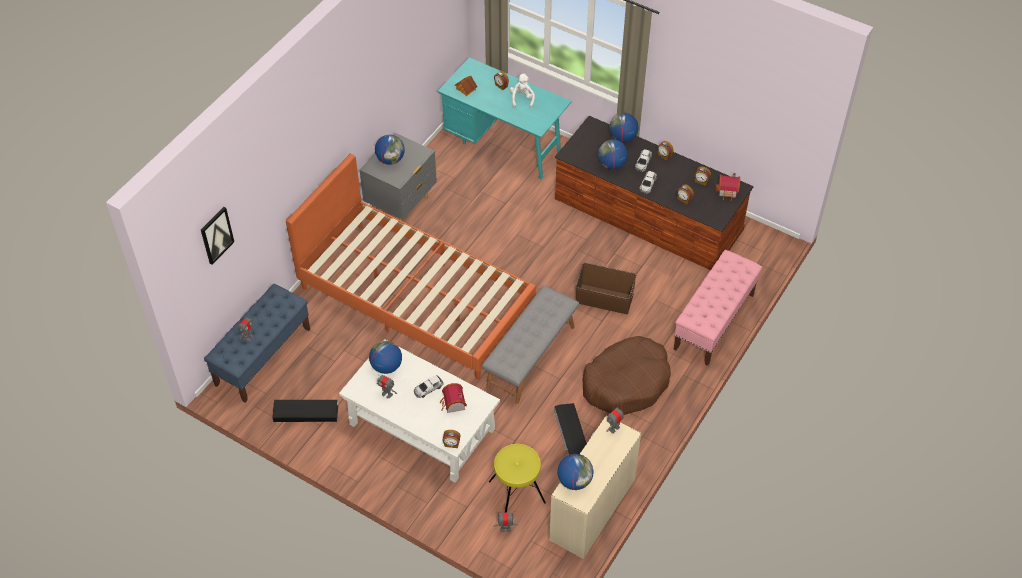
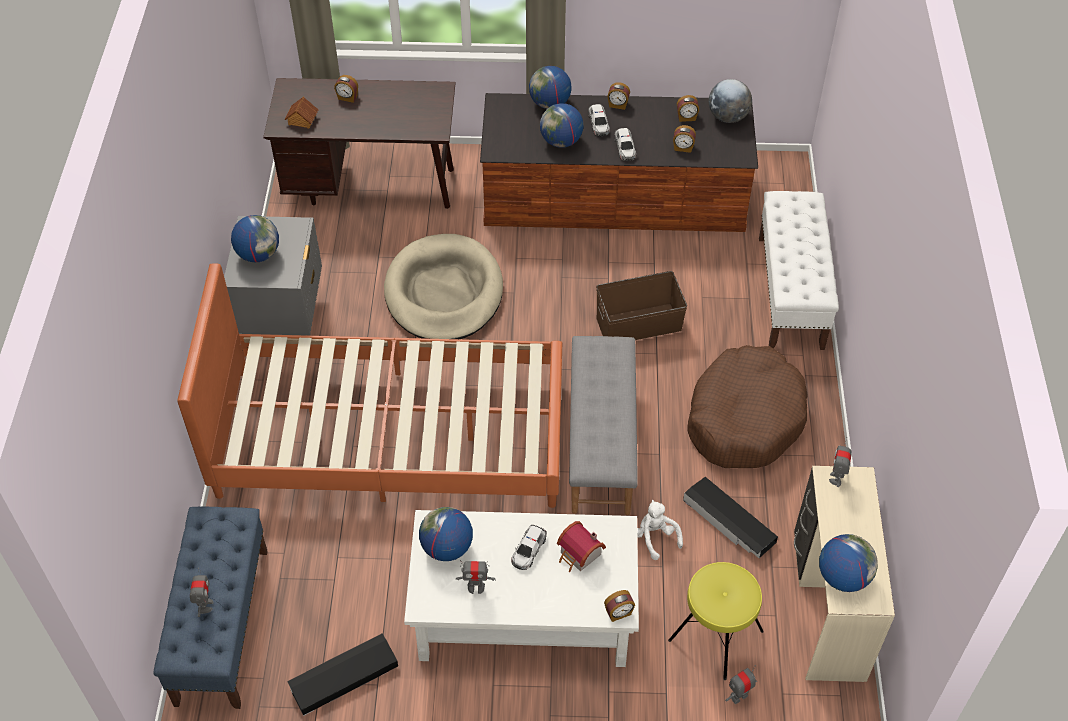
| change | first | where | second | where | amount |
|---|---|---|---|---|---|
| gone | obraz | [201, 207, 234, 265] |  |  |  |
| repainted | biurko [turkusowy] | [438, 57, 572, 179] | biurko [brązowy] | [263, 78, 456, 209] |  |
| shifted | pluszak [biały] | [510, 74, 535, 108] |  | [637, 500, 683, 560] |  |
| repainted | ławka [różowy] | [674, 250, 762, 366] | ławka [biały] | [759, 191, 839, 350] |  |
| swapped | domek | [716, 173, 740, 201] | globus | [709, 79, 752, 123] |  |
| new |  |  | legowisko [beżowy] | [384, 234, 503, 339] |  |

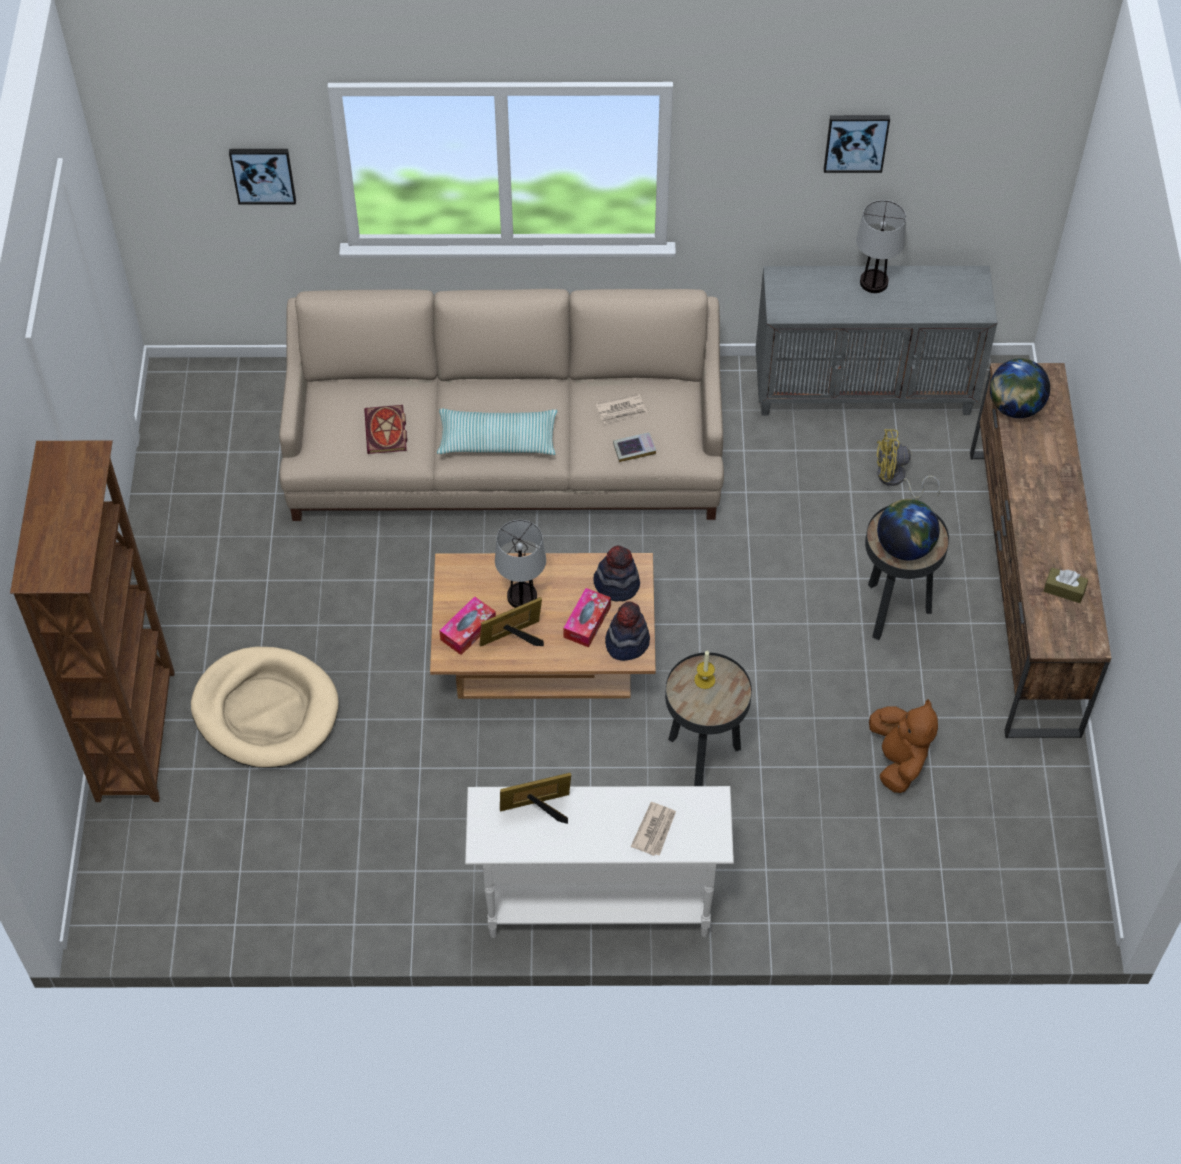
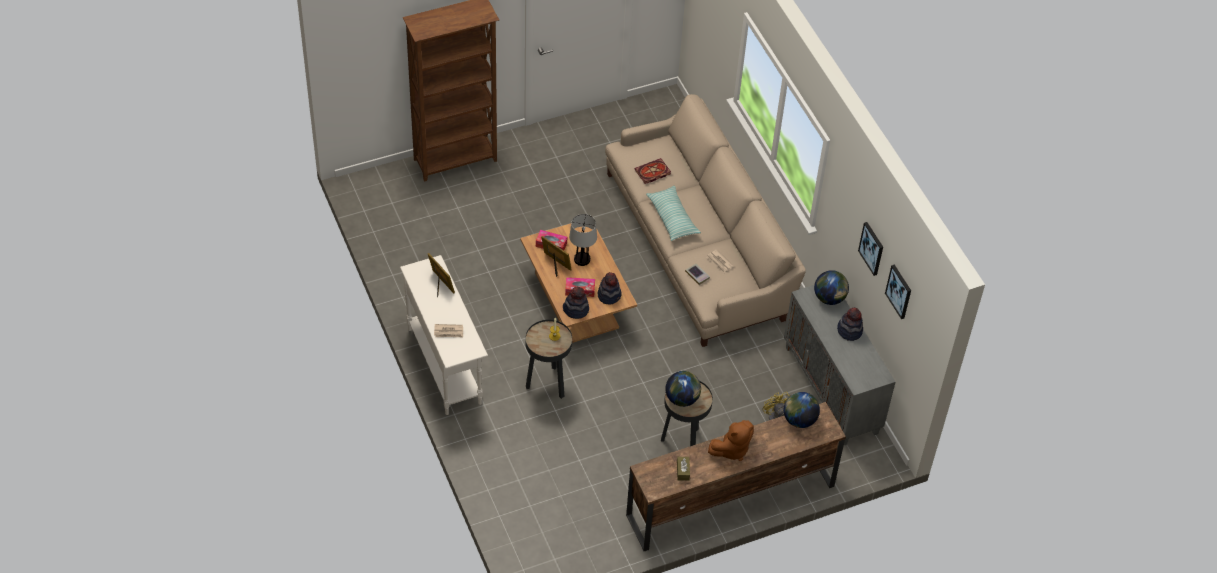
| change | first | where | second | where | amount |
|---|---|---|---|---|---|
| gone | legowisko [beżowy] | [191, 647, 339, 768] |  |  |  |
| shifted | obraz | [229, 149, 296, 205] |  | [885, 265, 911, 319] |  |
| swapped | lampa stołowa | [856, 200, 906, 293] | kapelusz | [837, 308, 863, 341] |  |
| shifted | pluszak [brązowy] | [869, 699, 938, 793] |  | [708, 420, 754, 461] |  |
| new |  |  | globus | [814, 270, 849, 305] |  |

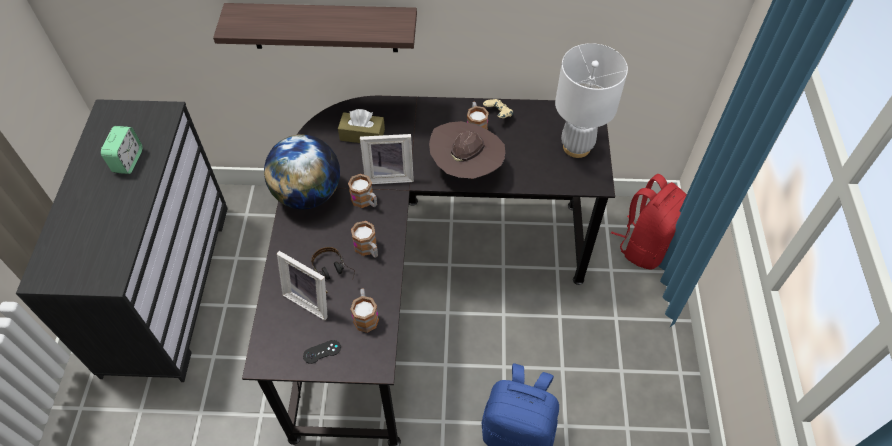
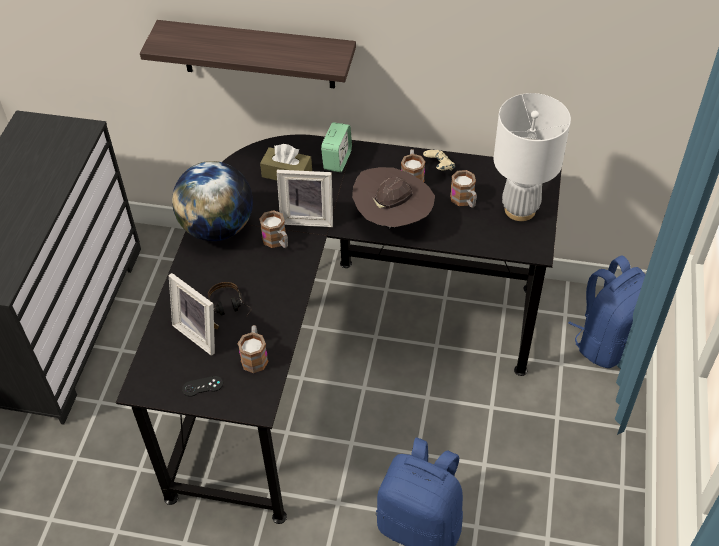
| change | first | where | second | where | amount |
|---|---|---|---|---|---|
| shifted | budzik | [101, 126, 142, 174] |  | [321, 122, 352, 172] |  |
| shifted | kubek | [351, 221, 378, 258] |  | [450, 170, 477, 208] |  |
| repainted | plecak [czerwony] | [611, 174, 687, 269] | plecak [niebieski] | [568, 256, 646, 368] |  |

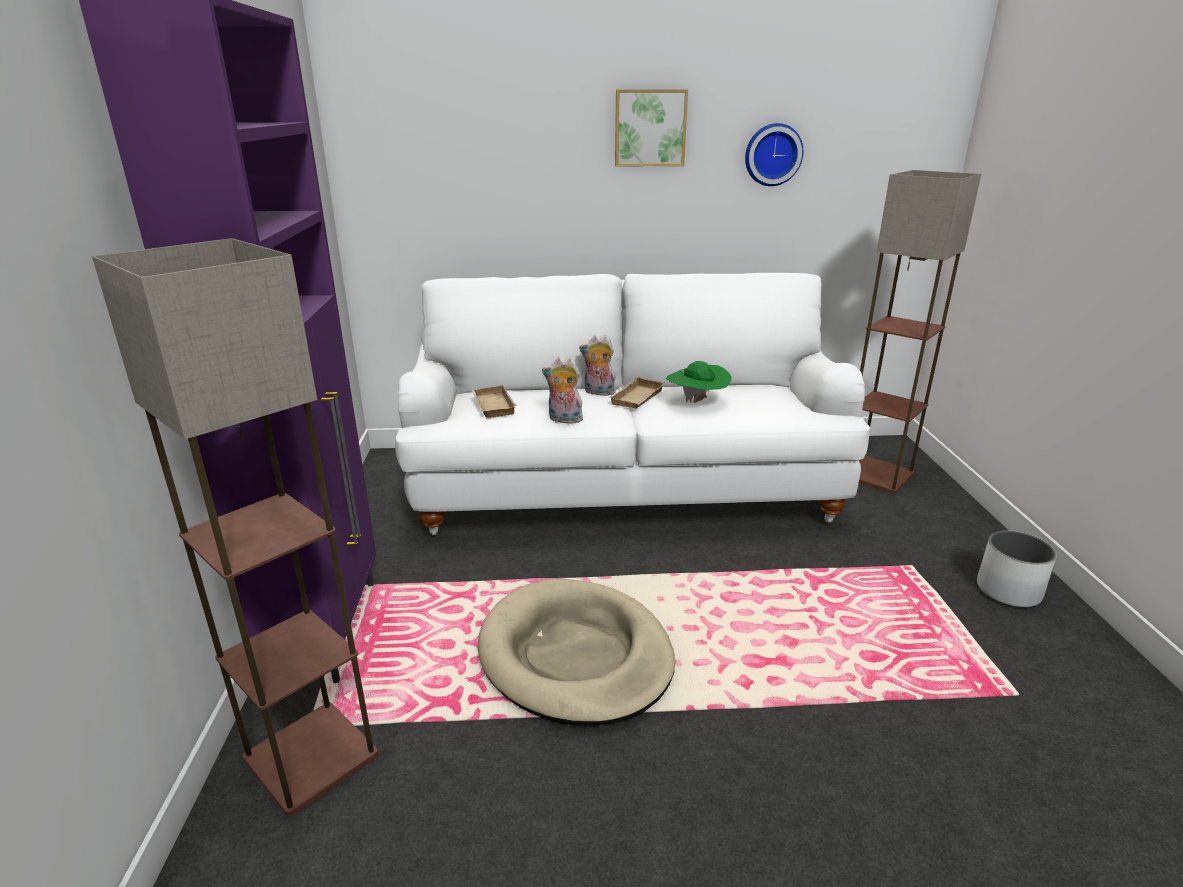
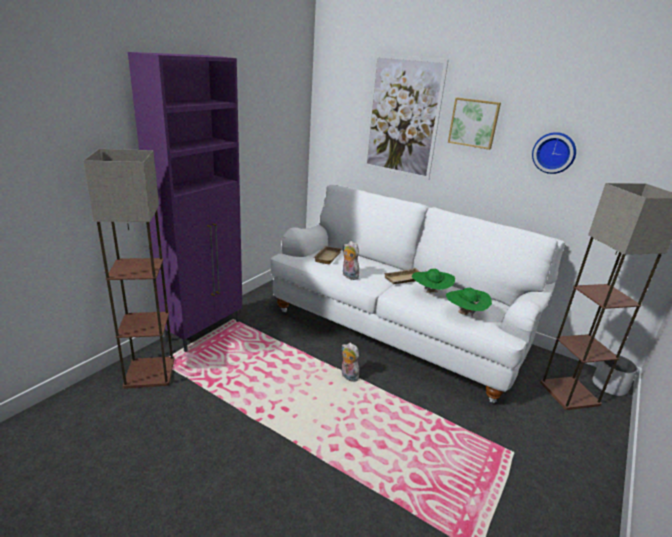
| change | first | where | second | where | amount |
|---|---|---|---|---|---|
| gone | legowisko [beżowy] | [478, 579, 675, 725] |  |  |  |
| shifted | pluszak | [579, 335, 616, 396] |  | [341, 343, 359, 382] |  |
| shifted | donica [biały] | [977, 531, 1057, 608] |  | [592, 354, 638, 396] |  |
| new |  |  | obraz | [364, 54, 449, 180] |  |
| new |  |  | kapelusz [zielony] | [446, 288, 492, 316] |  |

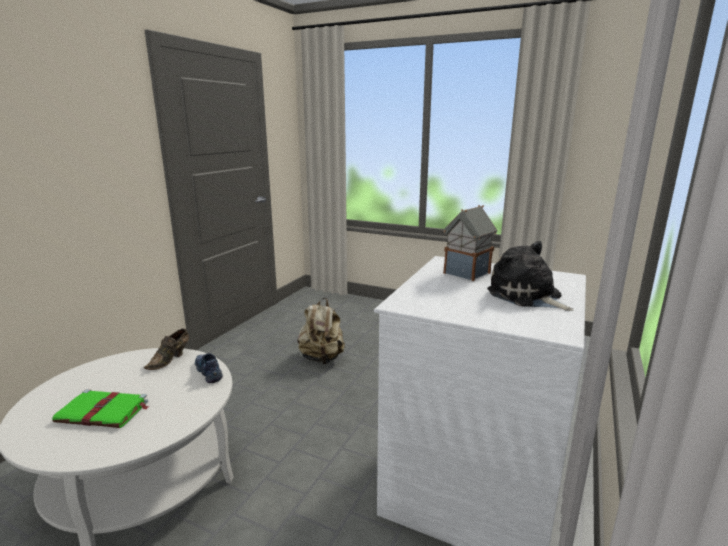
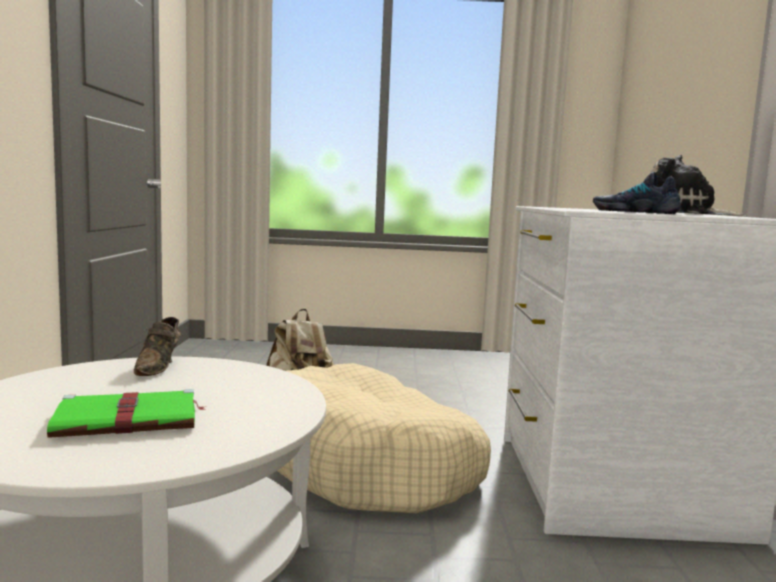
| change | first | where | second | where | amount |
|---|---|---|---|---|---|
| shifted | but | [195, 353, 223, 383] |  | [593, 172, 681, 214] |  |
| gone | domek | [443, 205, 497, 281] |  |  |  |
| new |  |  | legowisko [beżowy] | [277, 363, 491, 513] |  |

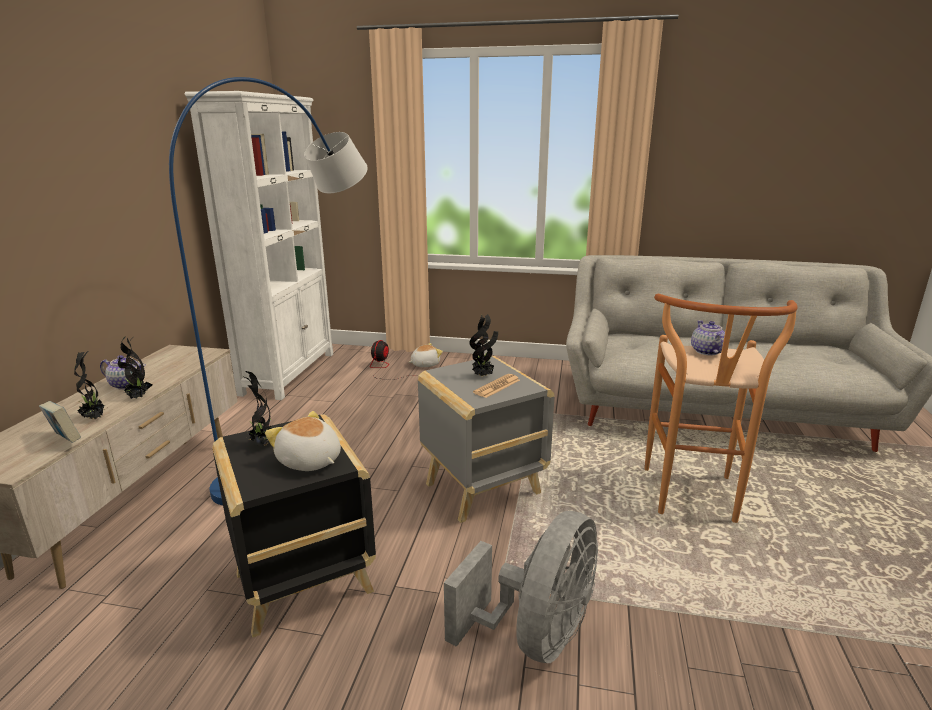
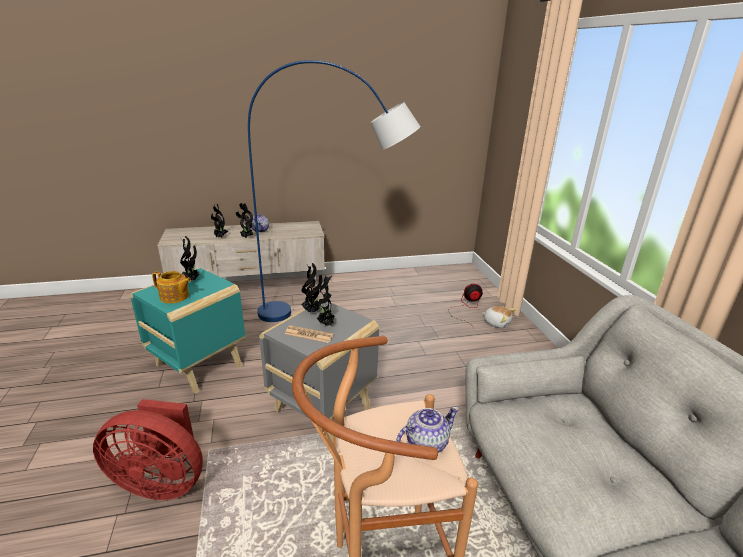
| change | first | where | second | where | amount |
|---|---|---|---|---|---|
| gone | książka | [39, 401, 81, 443] |  |  |  |
| gone | regał [biały] | [185, 91, 333, 400] |  |  |  |
| repainted | stolik [czarny] | [213, 414, 376, 638] | stolik [turkusowy] | [130, 268, 245, 394] |  |
| swapped | pluszak | [265, 411, 341, 471] | imbryk | [152, 271, 191, 304] |  |
| repainted | wentylator [szary] | [444, 511, 598, 663] | wentylator [czerwony] | [93, 399, 203, 500] |  |
| new |  |  | roślina doniczkowa | [301, 263, 323, 313] |  |

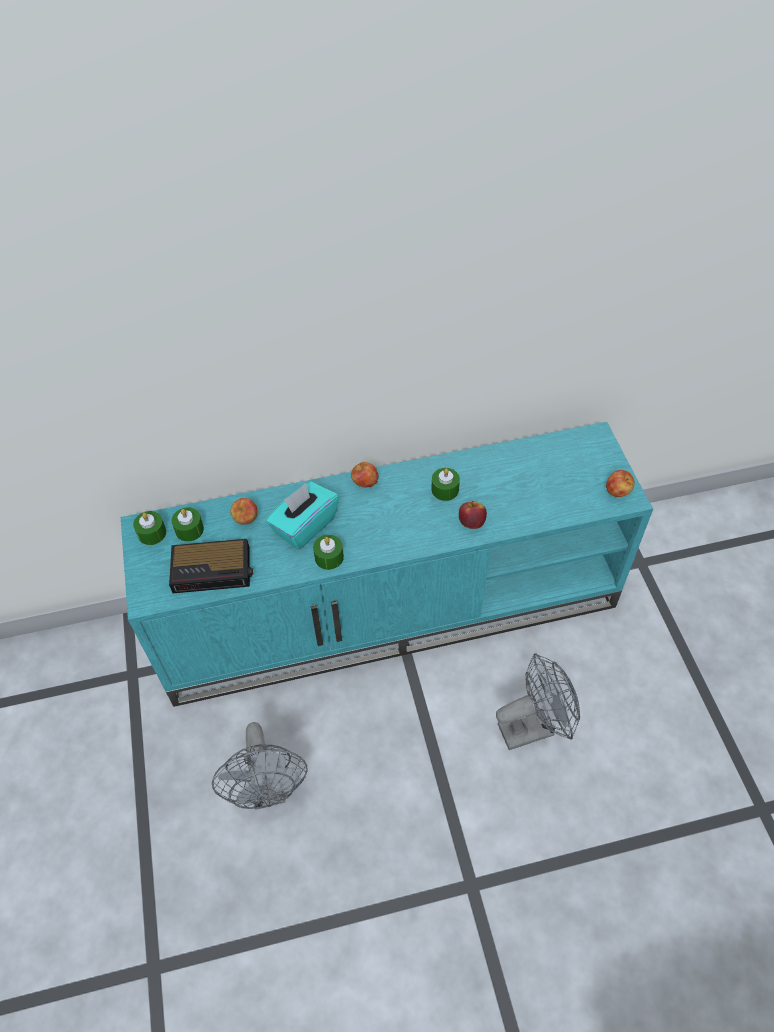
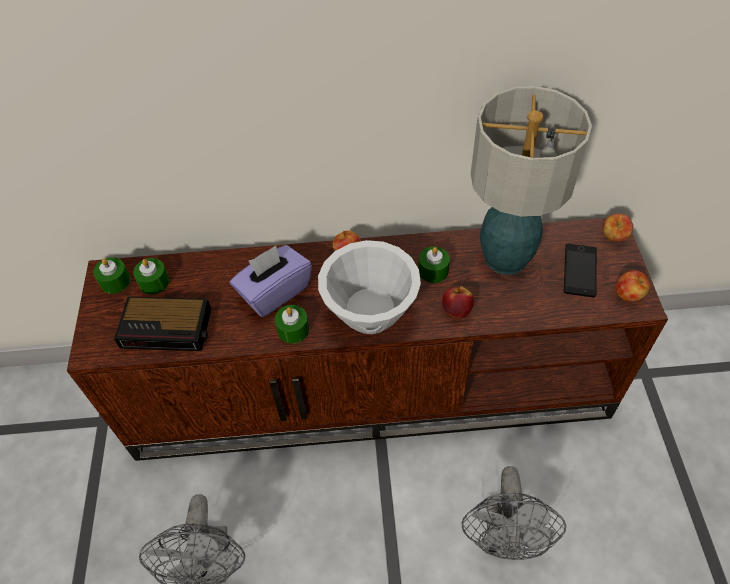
| change | first | where | second | where | amount |
|---|---|---|---|---|---|
| repainted | szafka pod telewizor [turkusowy] | [121, 422, 653, 707] | szafka pod telewizor [brązowy] | [67, 218, 668, 461] |  |
| shifted | jabłko | [230, 498, 257, 525] |  | [603, 213, 633, 242] |  |
| repainted | pudełko chusteczek [turkusowy] | [266, 481, 339, 549] | pudełko chusteczek [fioletowy] | [230, 245, 312, 317] |  |
| rotated | wentylator [szary] | [496, 653, 580, 750] |  | [462, 466, 566, 560] | 105 degrees clockwise |
| new |  |  | miska [biały] | [318, 240, 421, 334] |  |
| new |  |  | lampa stołowa | [471, 86, 592, 275] |  |
| new |  |  | telefon | [564, 244, 597, 297] |  |

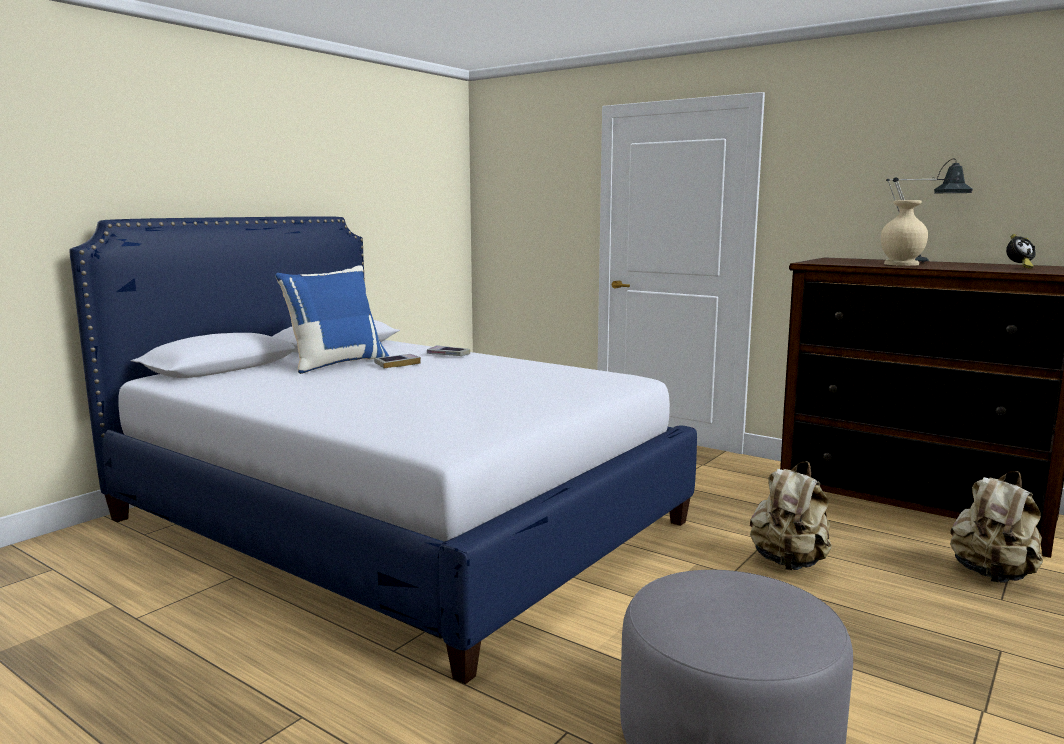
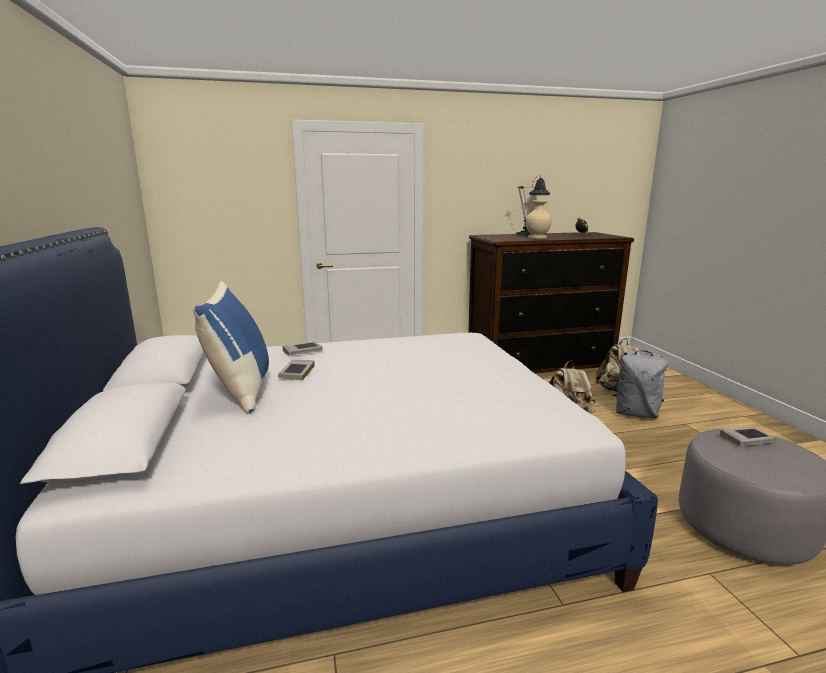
| change | first | where | second | where | amount |
|---|---|---|---|---|---|
| new |  |  | plecak [szary] | [612, 350, 668, 419] |  |
| new |  |  | książka | [720, 427, 776, 446] |  |

